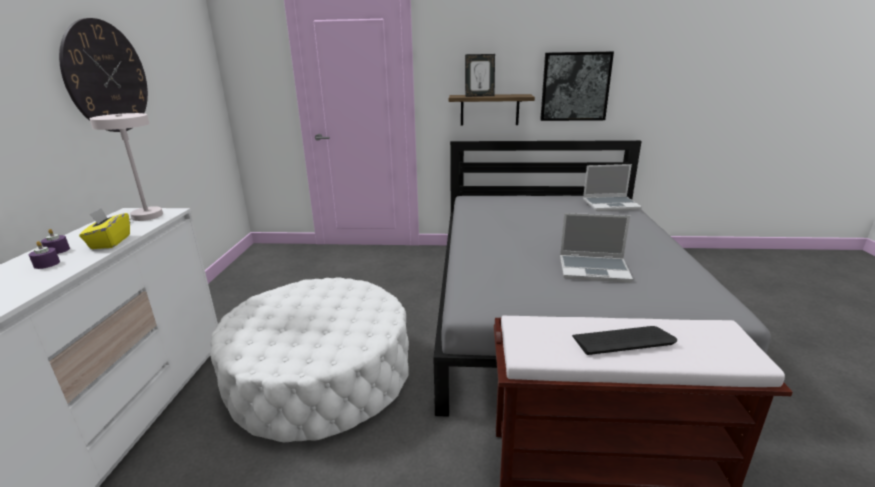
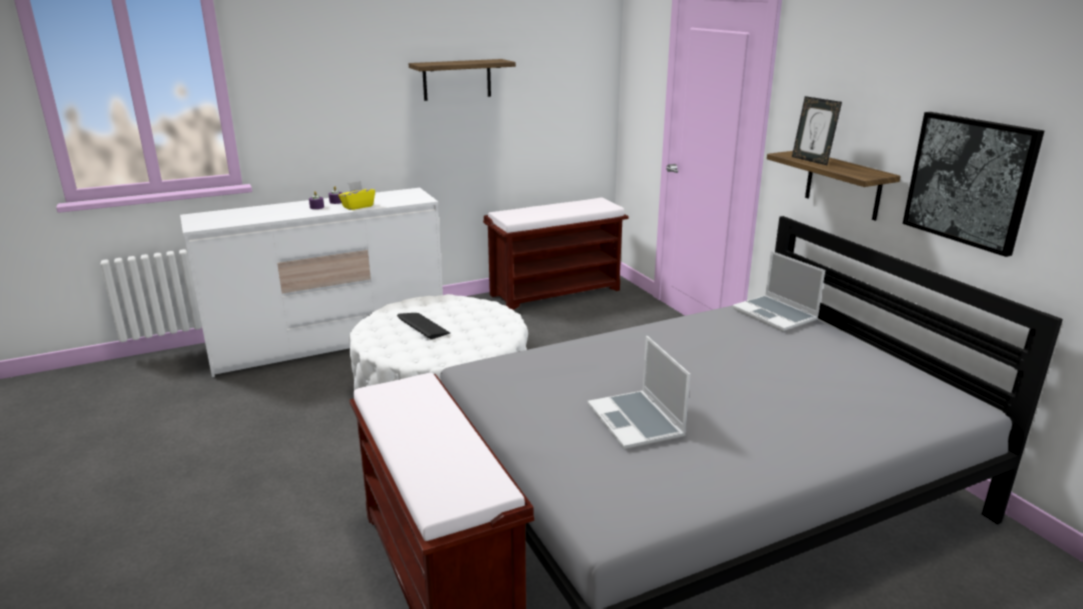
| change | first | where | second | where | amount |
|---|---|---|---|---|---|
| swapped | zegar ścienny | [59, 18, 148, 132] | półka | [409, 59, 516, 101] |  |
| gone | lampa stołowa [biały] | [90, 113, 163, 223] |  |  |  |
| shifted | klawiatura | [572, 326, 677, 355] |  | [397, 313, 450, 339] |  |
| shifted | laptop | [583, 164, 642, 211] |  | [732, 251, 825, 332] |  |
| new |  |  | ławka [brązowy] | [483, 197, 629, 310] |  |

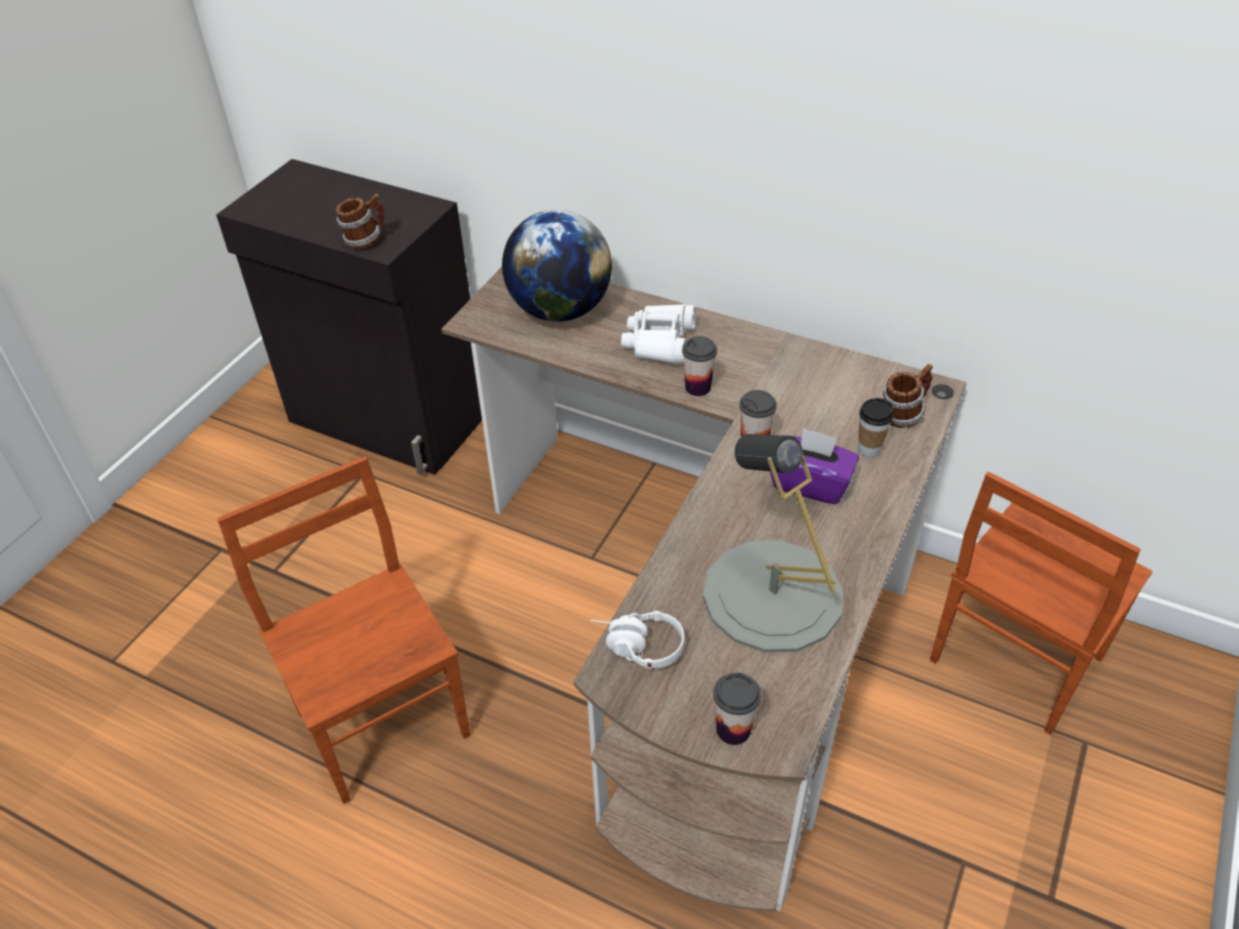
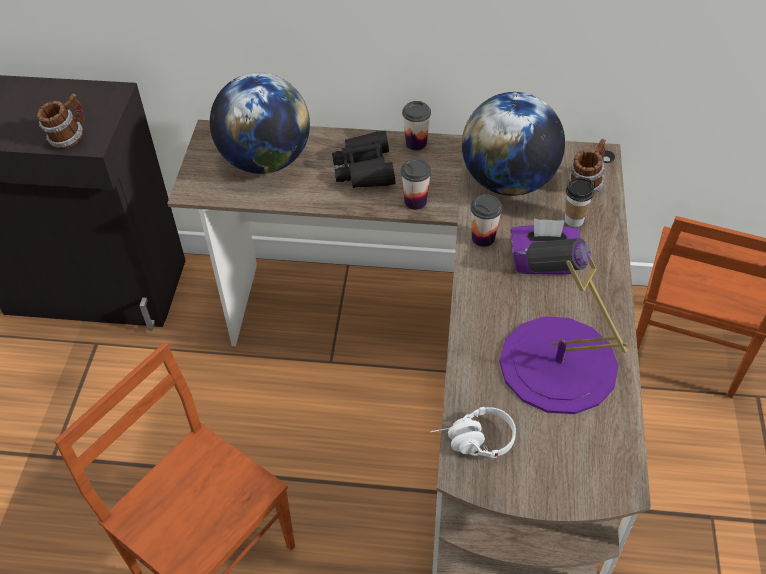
| change | first | where | second | where | amount |
|---|---|---|---|---|---|
| repainted | lornetka [biały] | [621, 304, 696, 364] | lornetka [czarny] | [332, 131, 396, 188] |  |
| repainted | lampa stołowa [szary] | [703, 434, 843, 652] | lampa stołowa [fioletowy] | [499, 238, 628, 414] |  |
| shifted | filiżanka | [713, 673, 761, 745] |  | [402, 101, 431, 150] |  |
| new |  |  | globus | [462, 92, 565, 196] |  |

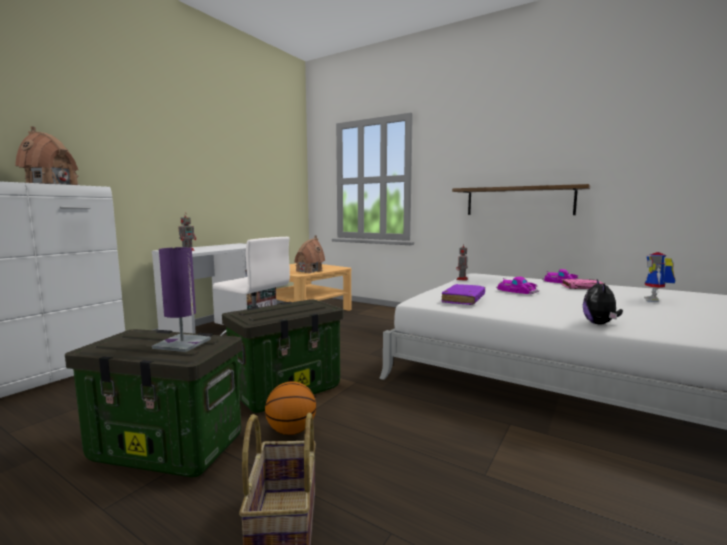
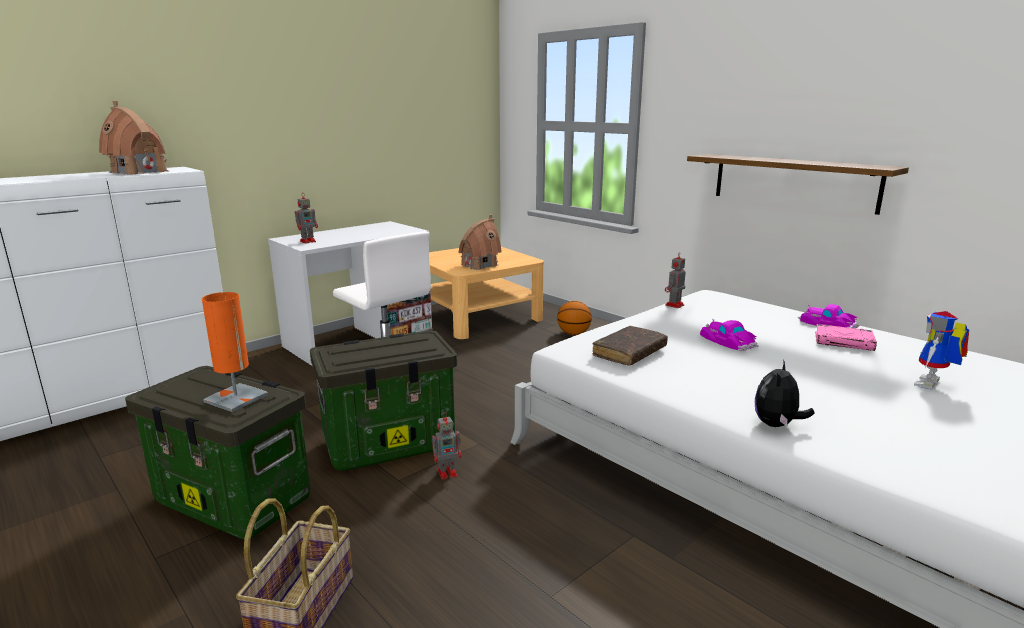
| change | first | where | second | where | amount |
|---|---|---|---|---|---|
| repainted | lampa stołowa [fioletowy] | [152, 247, 211, 352] | lampa stołowa [pomarańczowy] | [202, 292, 268, 412] |  |
| shifted | piłka do koszykówki | [265, 381, 316, 435] |  | [557, 301, 592, 335] |  |
| repainted | książka [fioletowy] | [442, 284, 485, 305] | książka [brązowy] | [592, 326, 668, 365] |  |
| new |  |  | robot zabawkowy | [432, 412, 462, 479] |  |

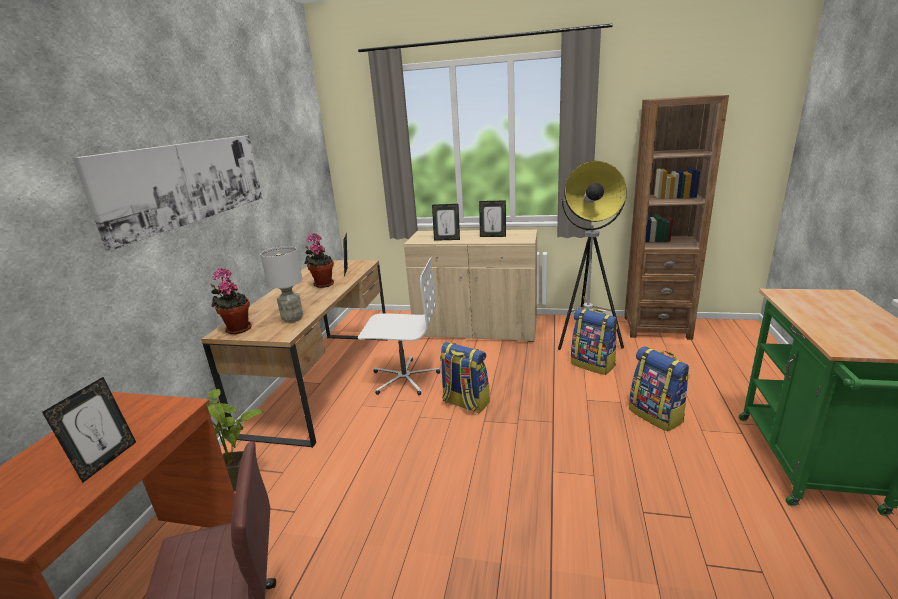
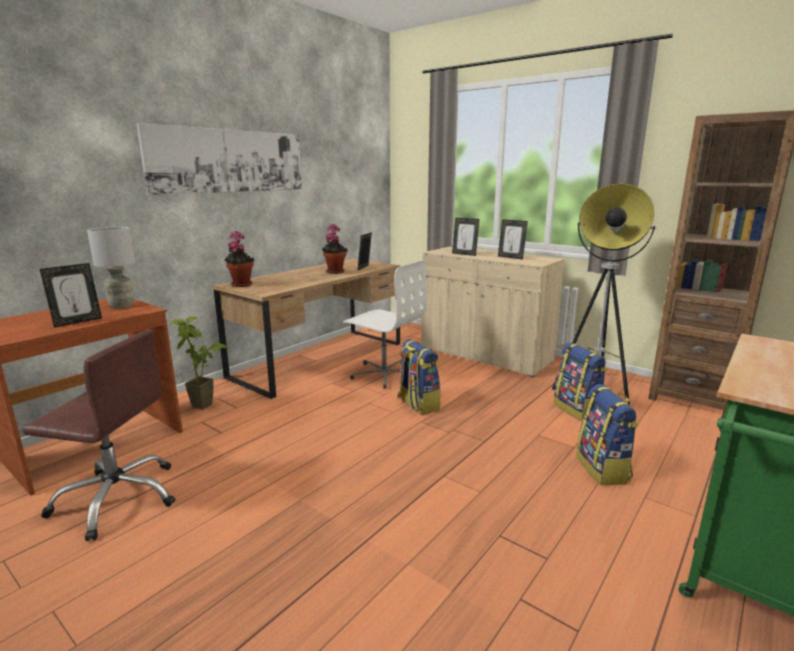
| change | first | where | second | where | amount |
|---|---|---|---|---|---|
| shifted | lampa stołowa [szary] | [260, 246, 303, 323] |  | [87, 227, 135, 308] |  |

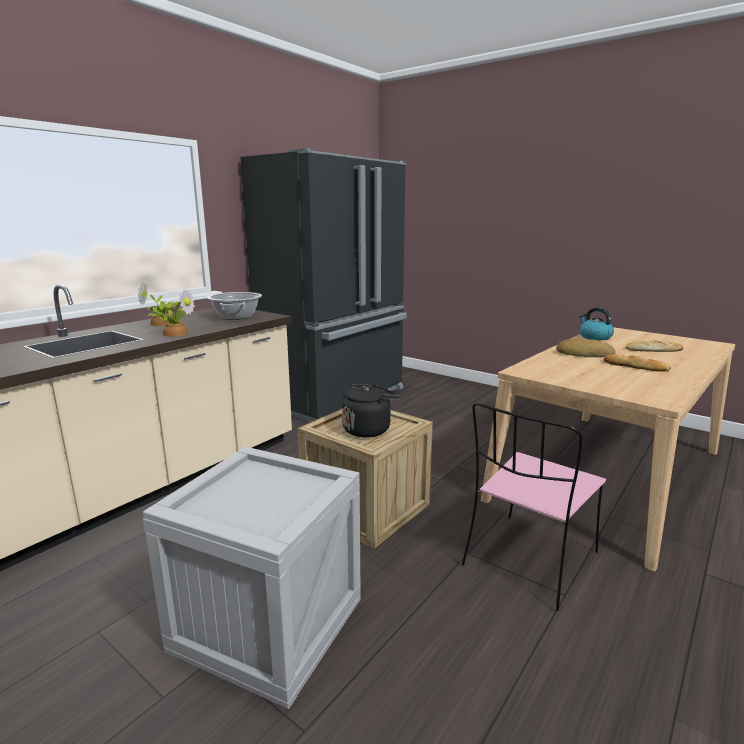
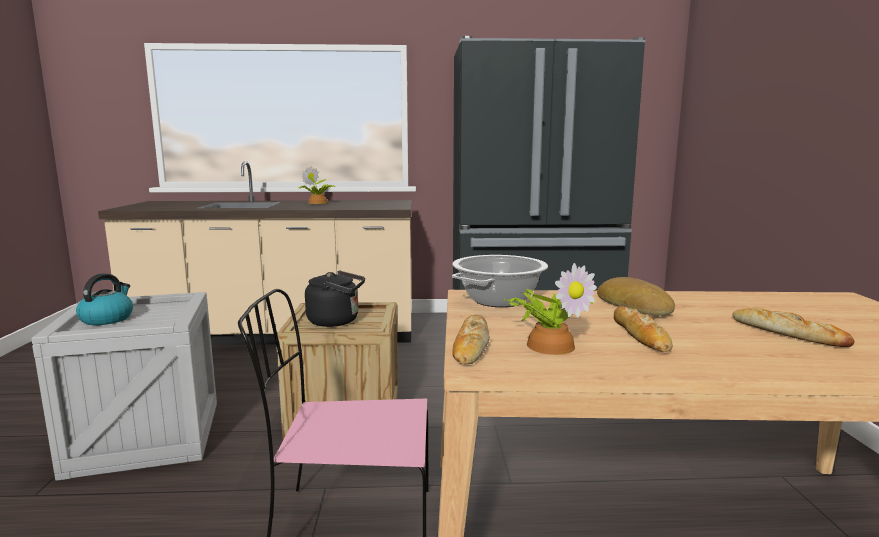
| change | first | where | second | where | amount |
|---|---|---|---|---|---|
| shifted | roślina doniczkowa | [145, 289, 195, 337] |  | [504, 263, 597, 355] |  |
| shifted | garnek | [207, 292, 262, 320] |  | [452, 255, 548, 307] |  |
| shifted | czajnik | [579, 307, 614, 340] |  | [76, 273, 133, 325] |  |
| new |  |  | chleb | [452, 315, 490, 364] |  |

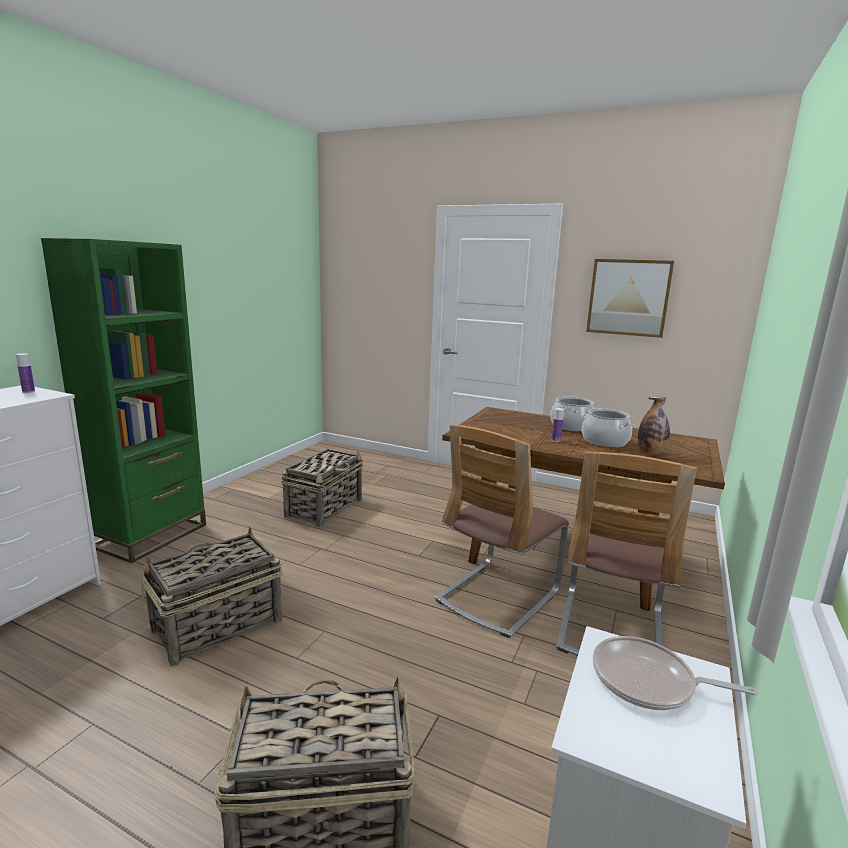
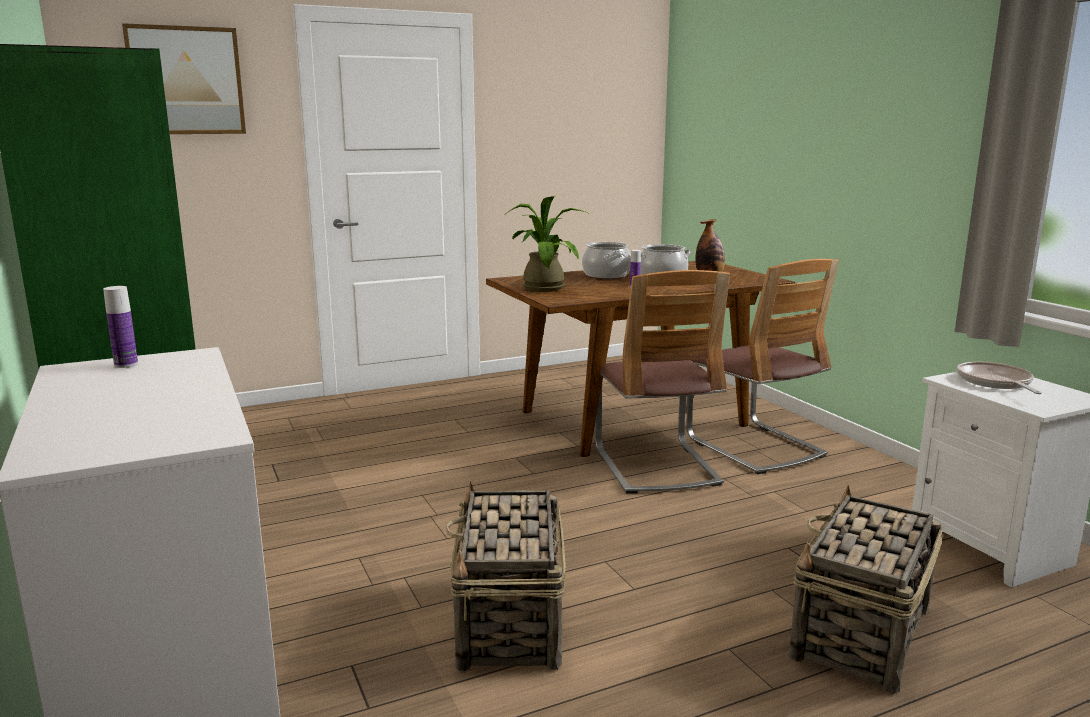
| change | first | where | second | where | amount |
|---|---|---|---|---|---|
| gone | koszyk | [281, 449, 363, 527] |  |  |  |
| shifted | obraz | [586, 259, 674, 338] |  | [122, 23, 246, 134] |  |
| rotated | patelnia | [593, 636, 758, 710] |  | [957, 361, 1042, 394] | 120 degrees clockwise |
| new |  |  | roślina doniczkowa | [504, 196, 590, 292] |  |

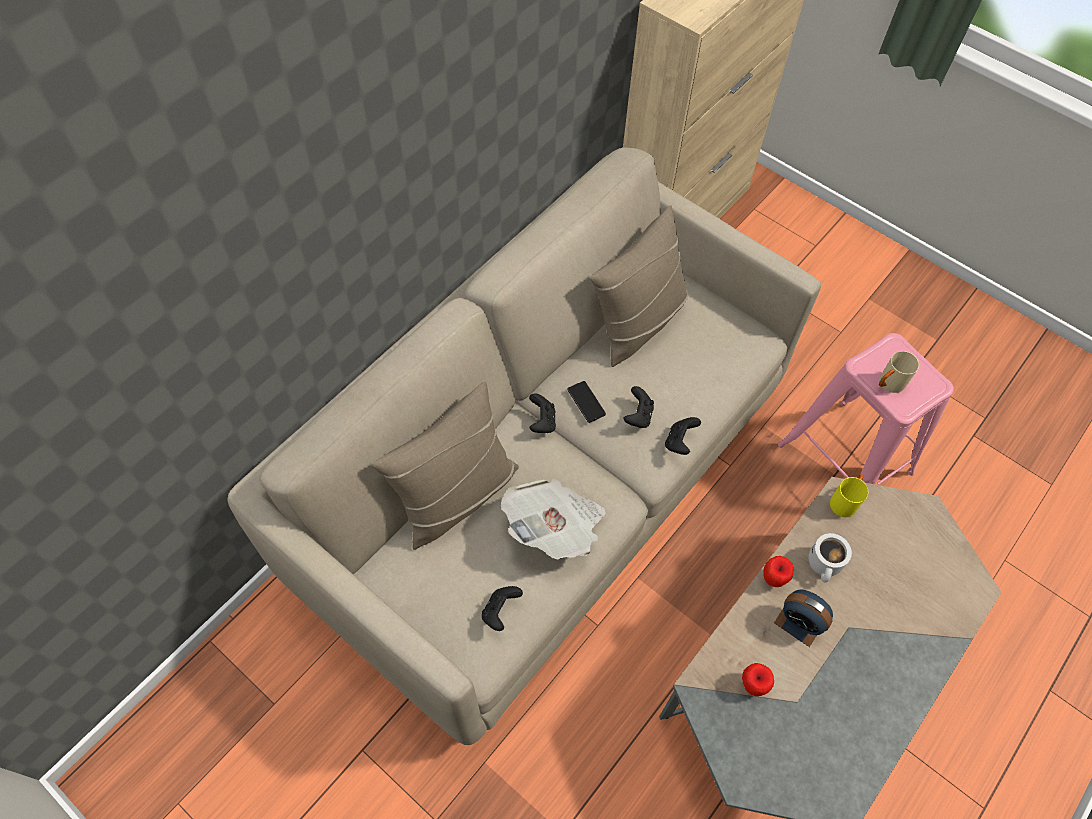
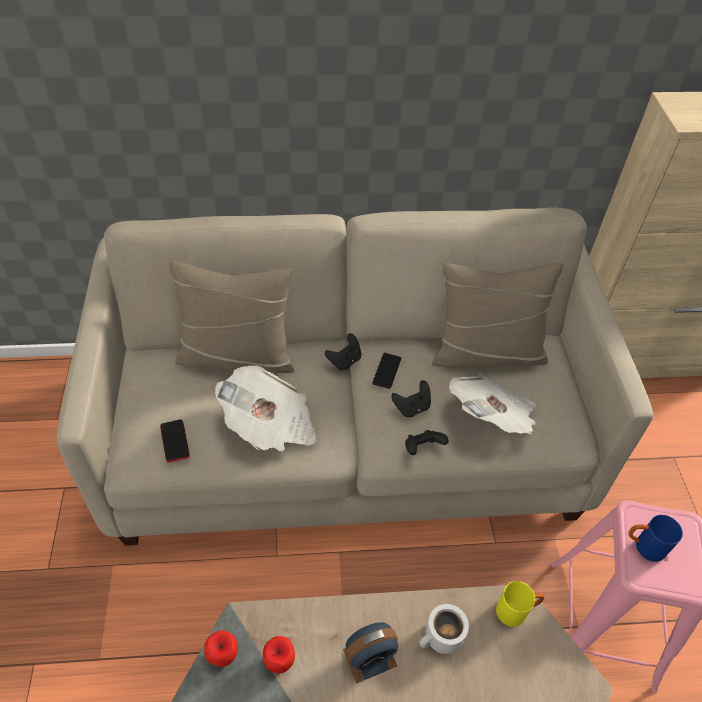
| change | first | where | second | where | amount |
|---|---|---|---|---|---|
| swapped | pad do gier [czarny] | [482, 586, 523, 631] | telefon | [160, 419, 190, 463] |  |
| shifted | jabłko | [763, 556, 794, 587] |  | [204, 630, 238, 667] |  |
| rotated | budzik | [774, 589, 833, 647] |  | [343, 622, 398, 684] | 105 degrees counterclockwise |
| repainted | kubek [beżowy] | [879, 351, 919, 393] | kubek [niebieski] | [628, 515, 683, 562] |  |
| new |  |  | gazeta | [449, 377, 536, 434] |  |

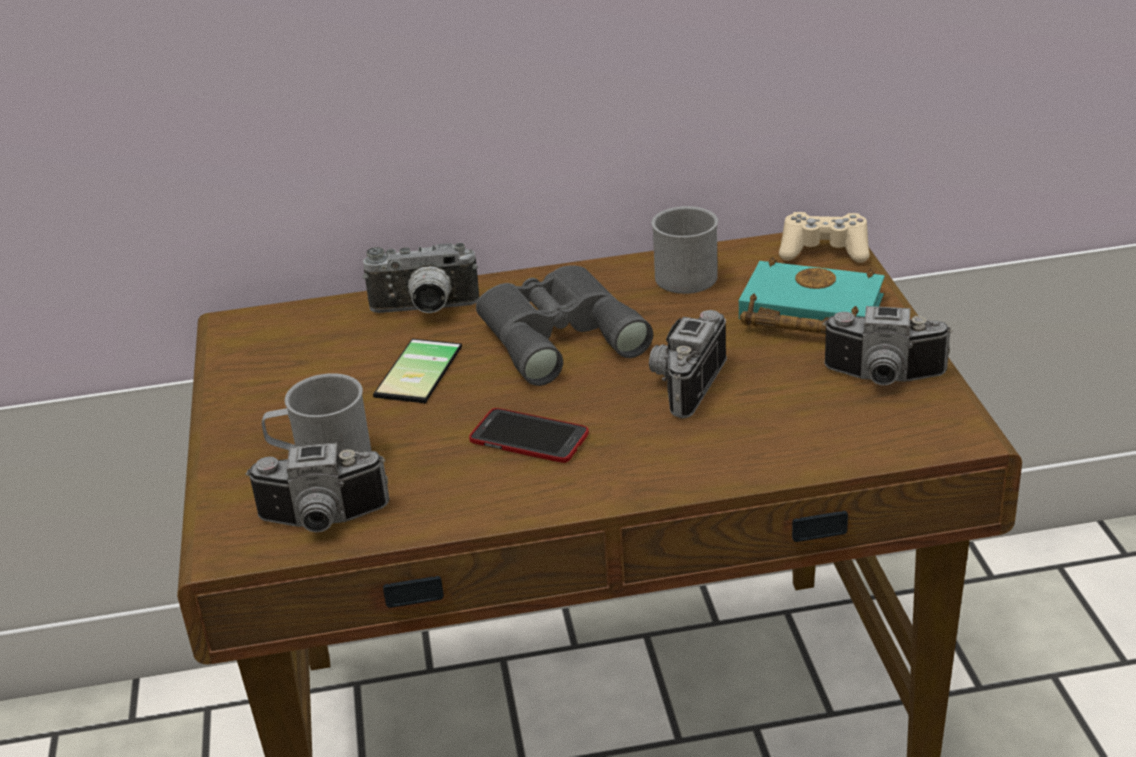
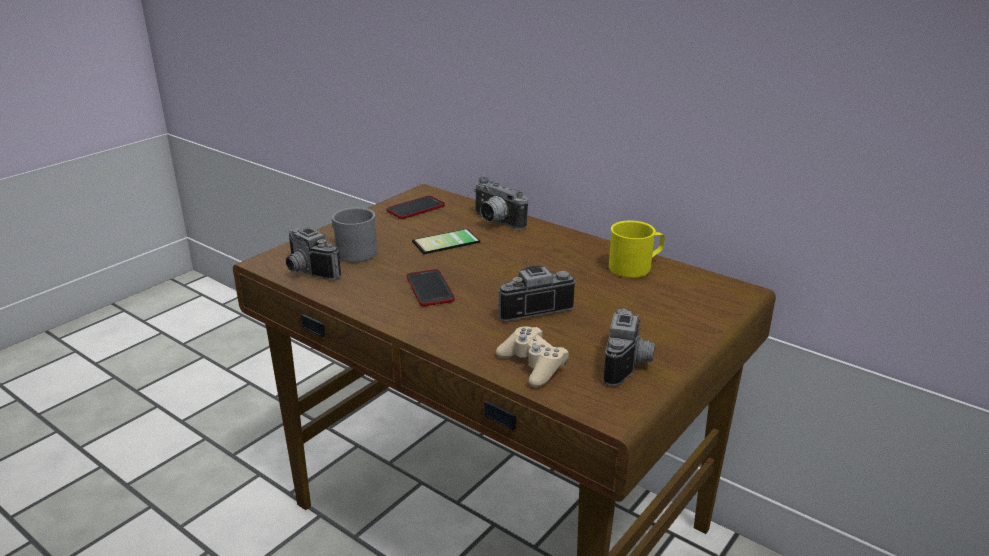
| change | first | where | second | where | amount |
|---|---|---|---|---|---|
| gone | lornetka [szary] | [476, 265, 653, 386] |  |  |  |
| repainted | kubek [szary] | [651, 206, 718, 294] | kubek [żółty] | [609, 220, 665, 278] |  |
| gone | książka [turkusowy] | [739, 257, 885, 334] |  |  |  |
| shifted | pad do gier [beżowy] | [779, 212, 870, 263] |  | [496, 326, 569, 387] |  |
| rotated | aparat fotograficzny | [822, 306, 953, 385] |  | [603, 308, 655, 386] | 135 degrees counterclockwise |
| new |  |  | telefon | [386, 196, 445, 219] |  |

